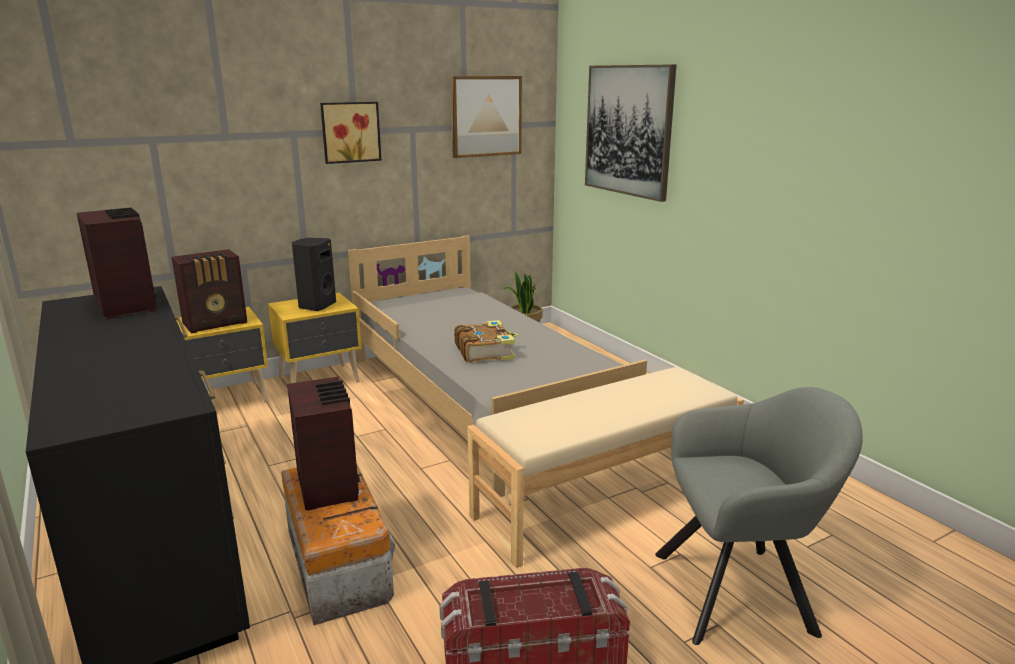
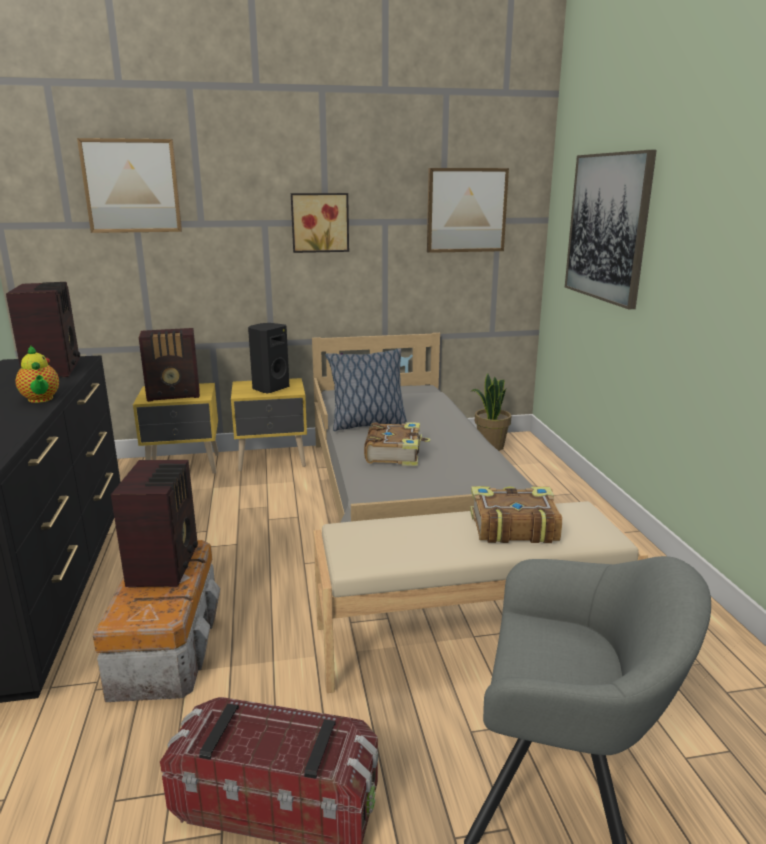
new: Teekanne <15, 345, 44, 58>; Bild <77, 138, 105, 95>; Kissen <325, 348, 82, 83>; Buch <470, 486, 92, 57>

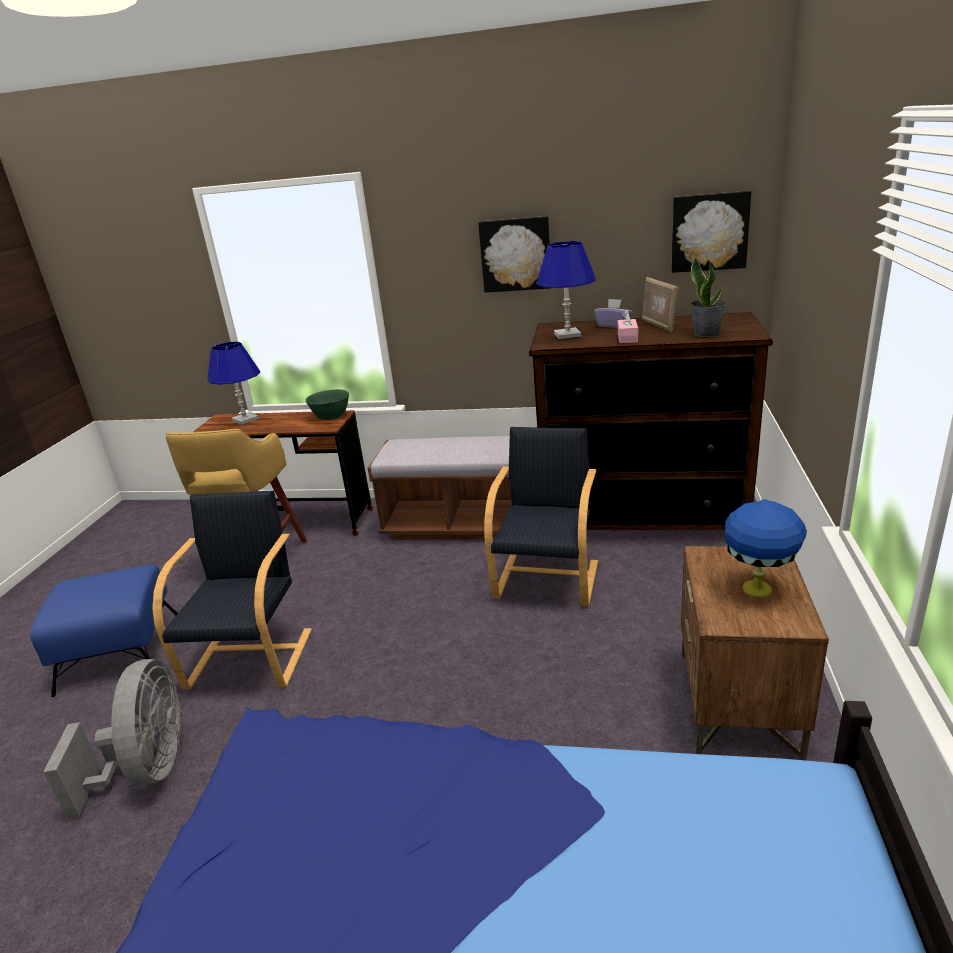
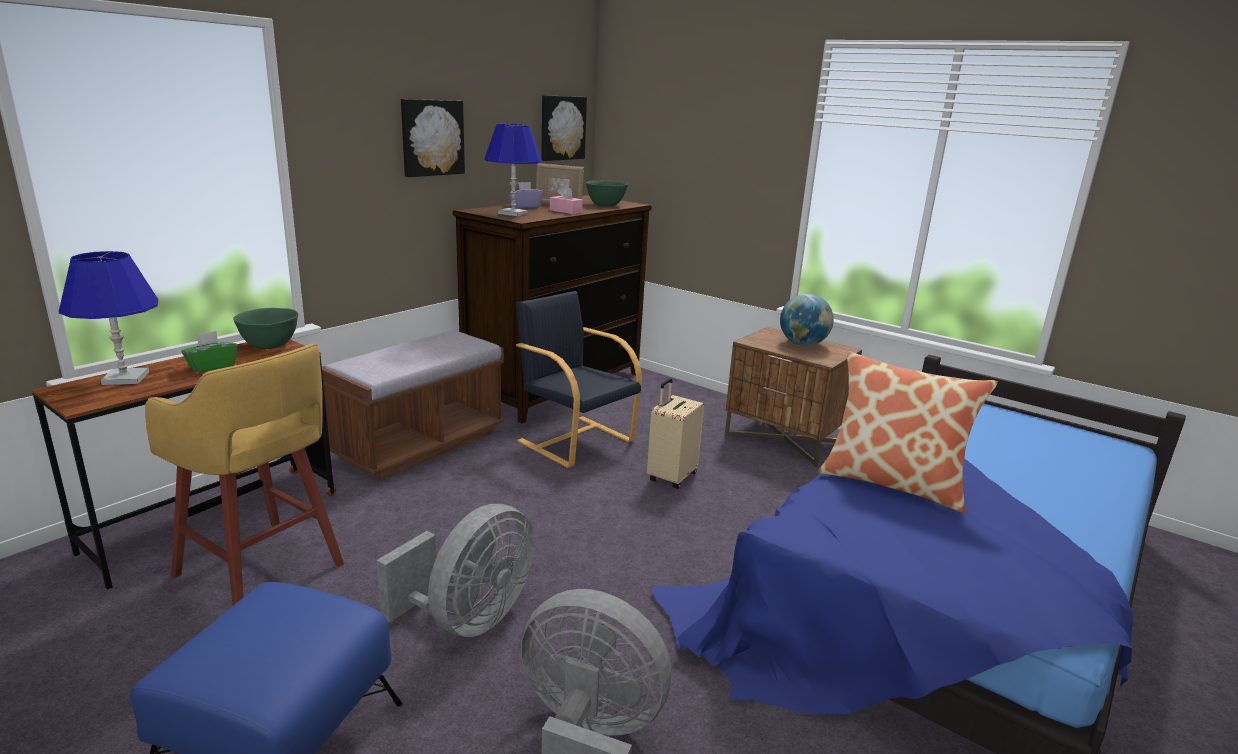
new: Taschentuchbox [grün] <181, 331, 56, 42>; Koffer [beige] <647, 378, 57, 111>; Kissen <818, 351, 180, 162>
swapped: Sessel [schwarz] <152, 490, 160, 199> to Ventilator [grau] <377, 504, 157, 133>; Topfpflanze <691, 258, 35, 79> to Schüssel [grün] <586, 181, 42, 25>; Tischlampe [blau] <725, 499, 82, 98> to Globus <780, 294, 54, 52>

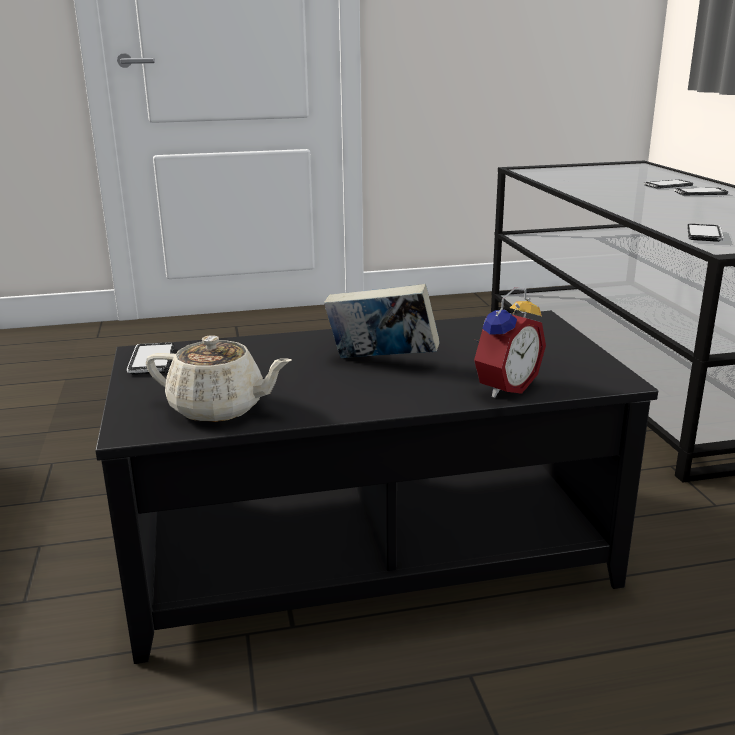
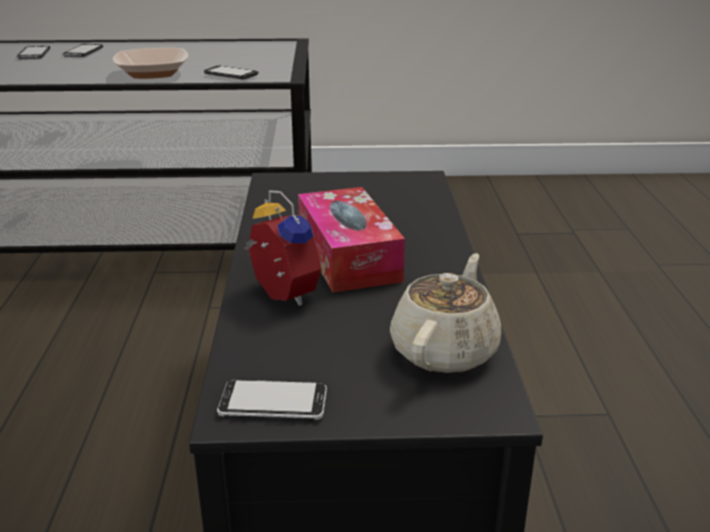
new: Schüssel <113, 48, 75, 31>
shifted: Wecker <474, 287, 72, 111> to <244, 190, 78, 116>
swapped: Buch <324, 284, 116, 74> to Taschentuchbox <298, 187, 107, 106>

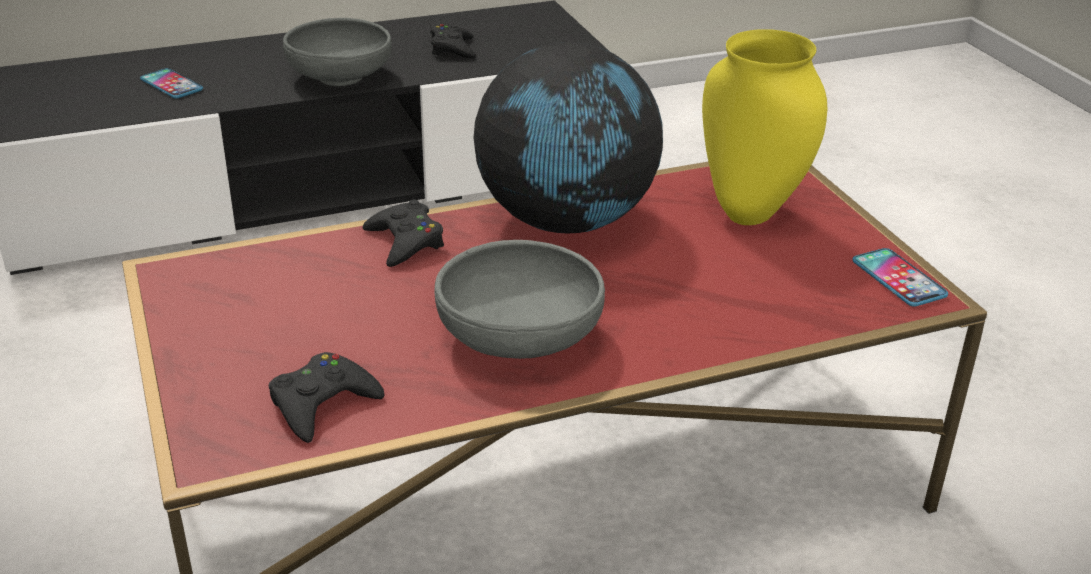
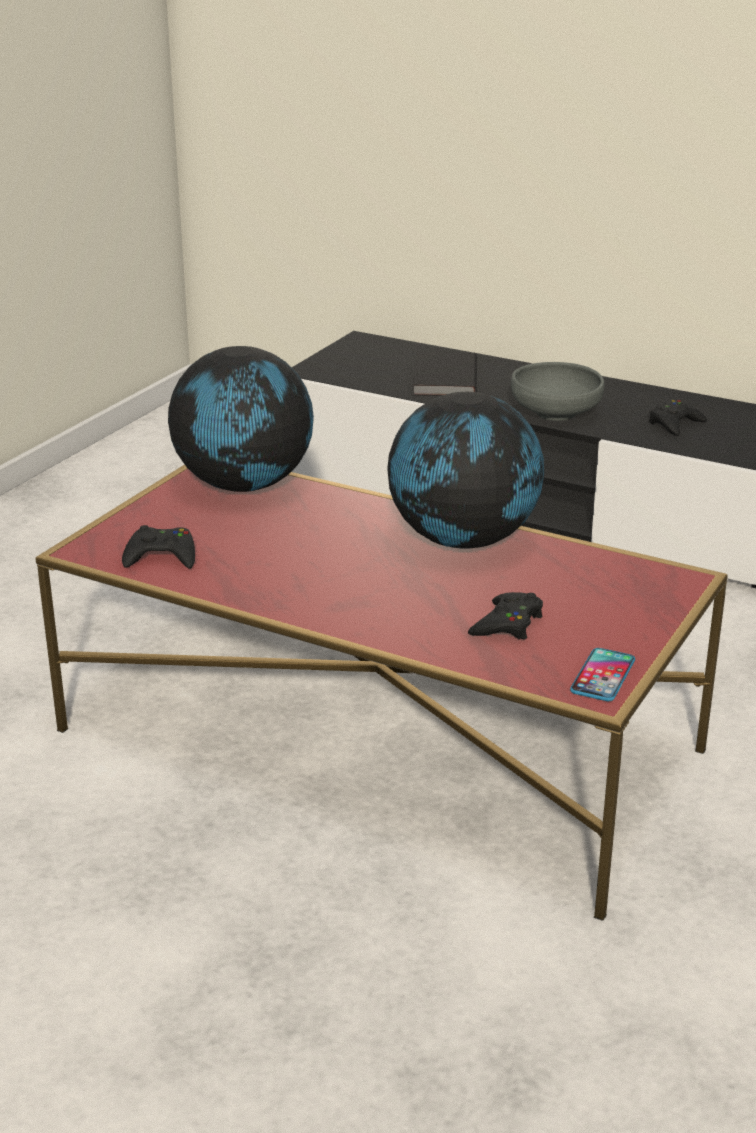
gone: Schüssel [grau] <435, 240, 170, 119>; Vase [gelb] <702, 29, 125, 196>
new: Globus <168, 346, 146, 146>
shifted: Gamepad [schwarz] <363, 200, 81, 67> to <468, 592, 75, 48>
swapped: Handy <140, 68, 63, 30> to Buch [schwarz] <413, 351, 64, 45>

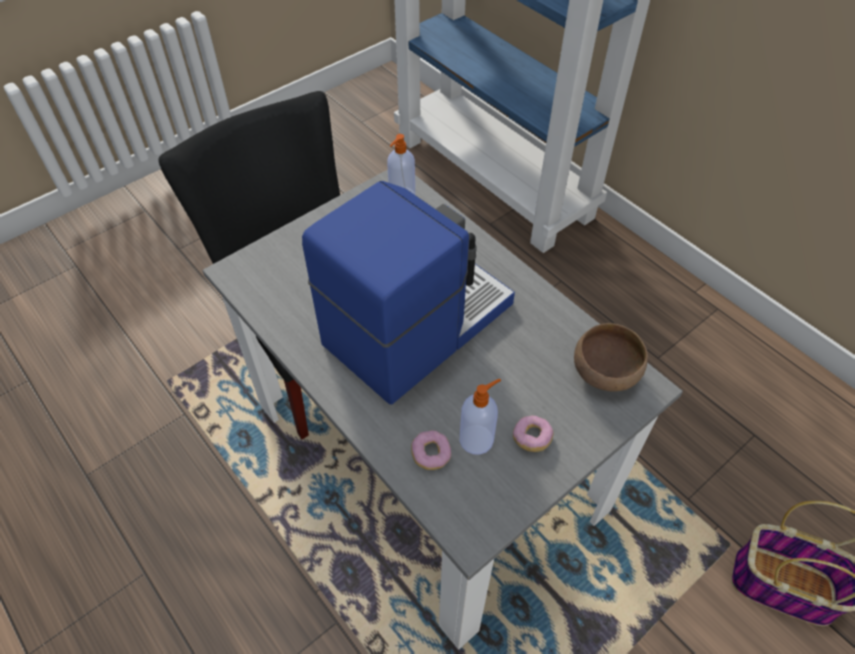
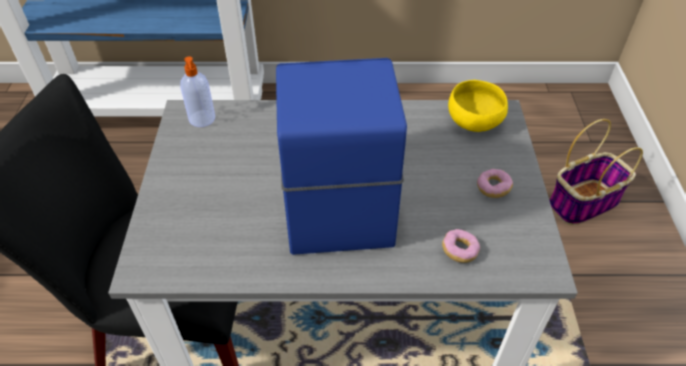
gone: Seifenspender <460, 379, 41, 75>
repainted: Schüssel [braun] <574, 323, 74, 69> to Schüssel [gelb] <448, 80, 60, 52>

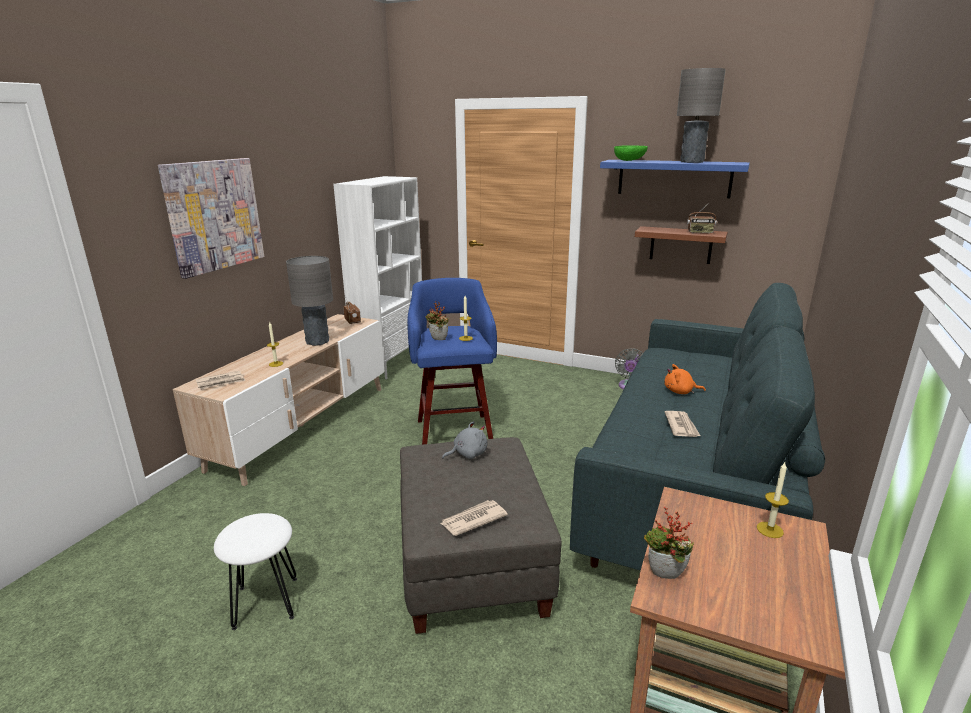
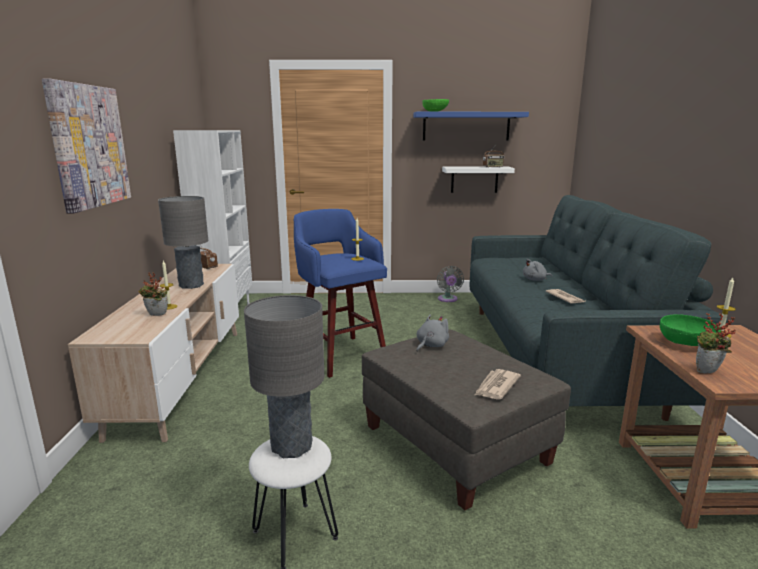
gone: Zeitung <196, 371, 49, 18>
new: Schüssel [grün] <660, 314, 61, 32>
shifted: Topfpflanze <425, 301, 23, 39> to <138, 272, 30, 44>; Tischlampe [grau] <677, 68, 49, 95> to <244, 295, 80, 163>
repainted: Wandregal [braun] <635, 226, 93, 38> to Wandregal [weiß] <442, 166, 73, 27>; Plüschtier [orange] <664, 364, 42, 30> to Plüschtier [grau] <523, 259, 29, 22>

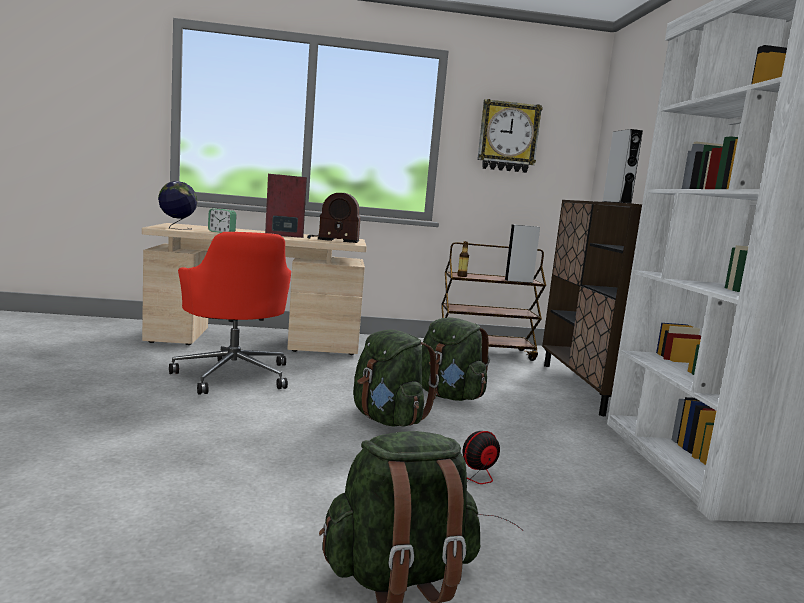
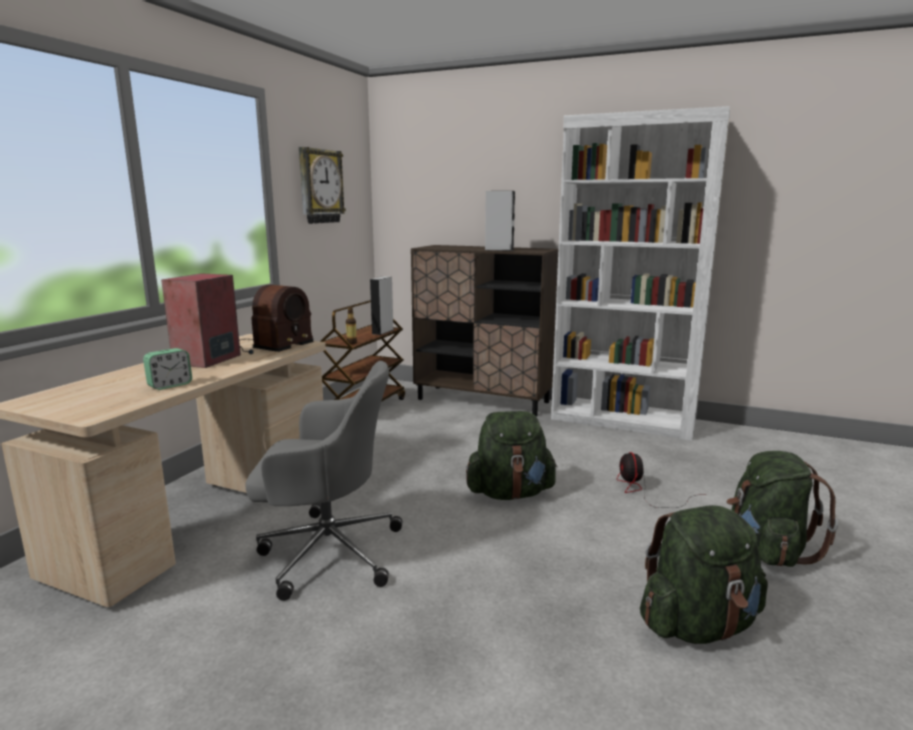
gone: Globus <158, 181, 40, 49>
shifted: Rucksack [grün] <421, 317, 69, 84> to <640, 505, 128, 139>
repainted: Bürostuhl [rot] <169, 232, 122, 163> to Bürostuhl [grau] <245, 361, 157, 240>

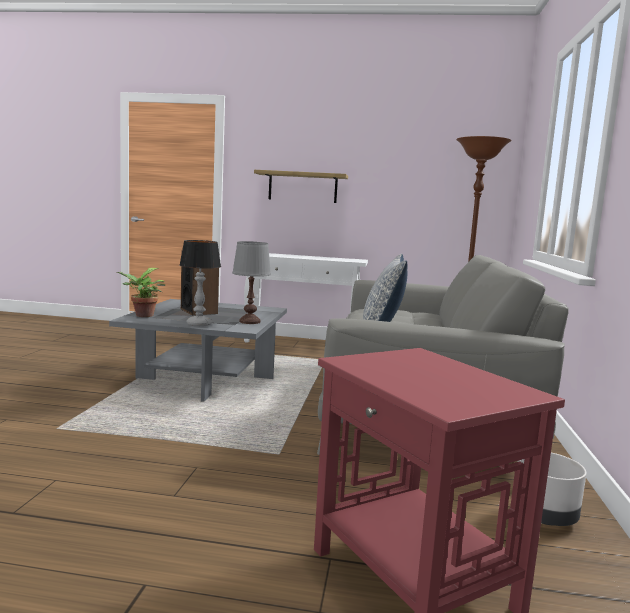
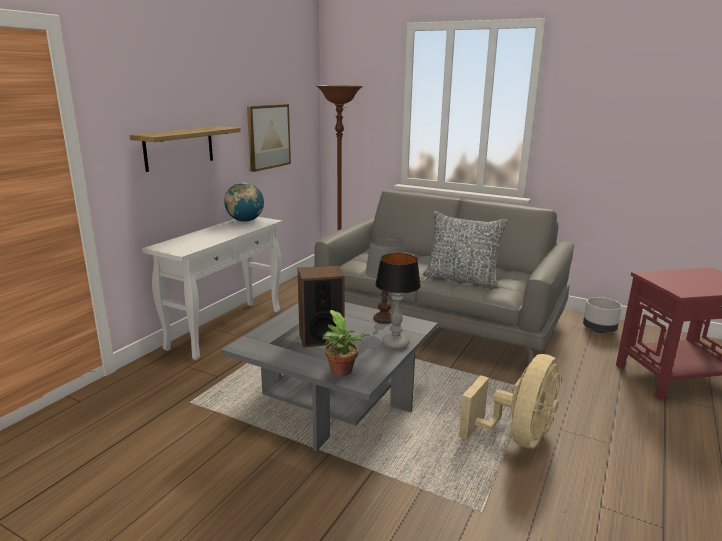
new: Globus <224, 183, 40, 39>; Bild <247, 104, 44, 68>; Ventilator [beige] <459, 354, 102, 95>

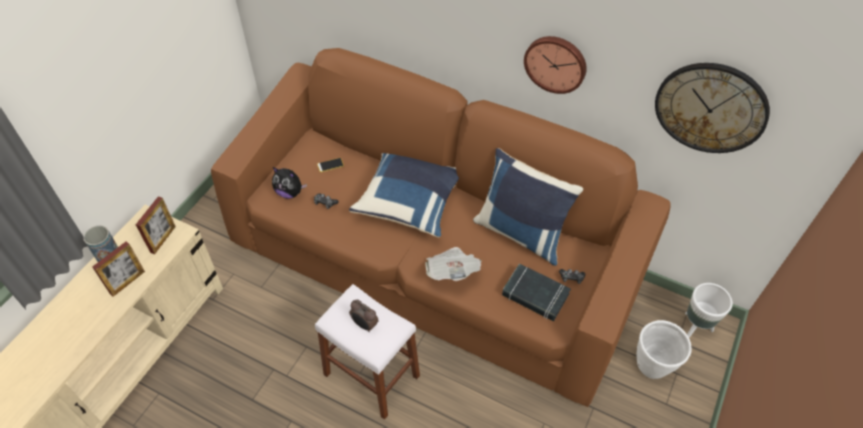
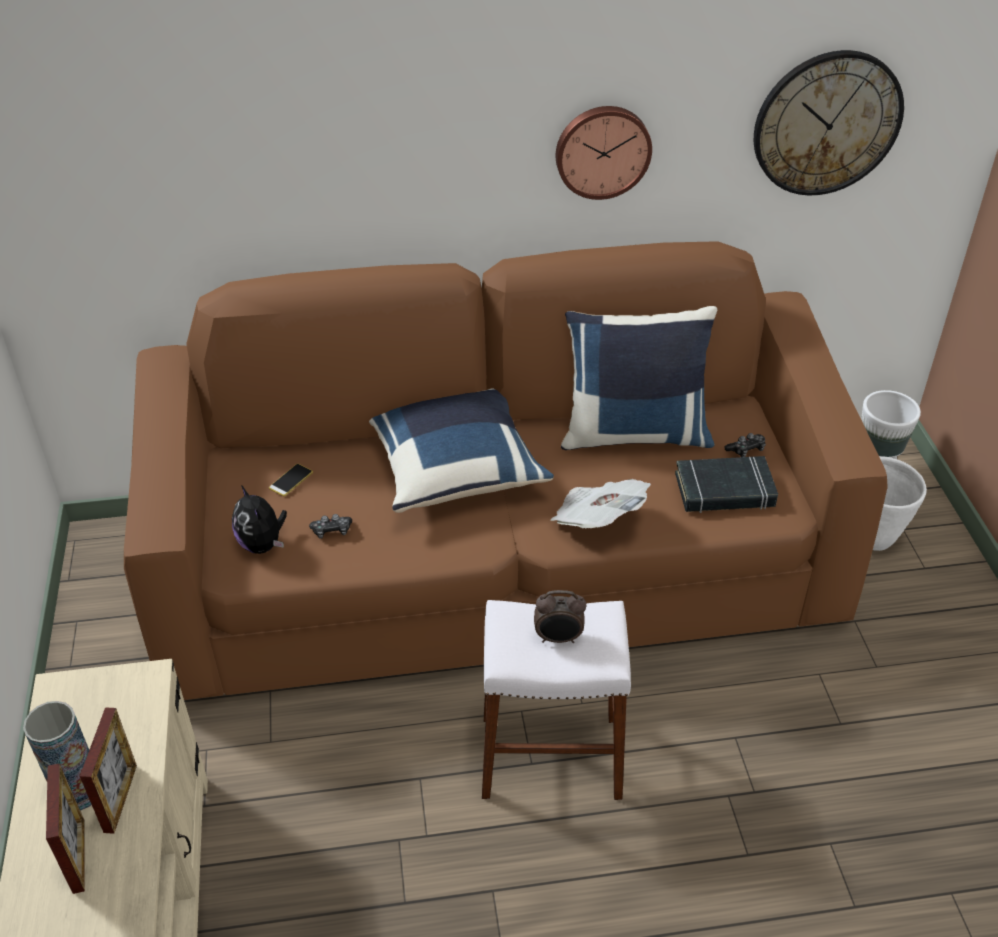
shifted: Bilderrahmen <136, 196, 40, 58> to <46, 763, 39, 131>
rotated: Plüschtier <272, 167, 35, 32> = <232, 485, 55, 69> 75 degrees clockwise

